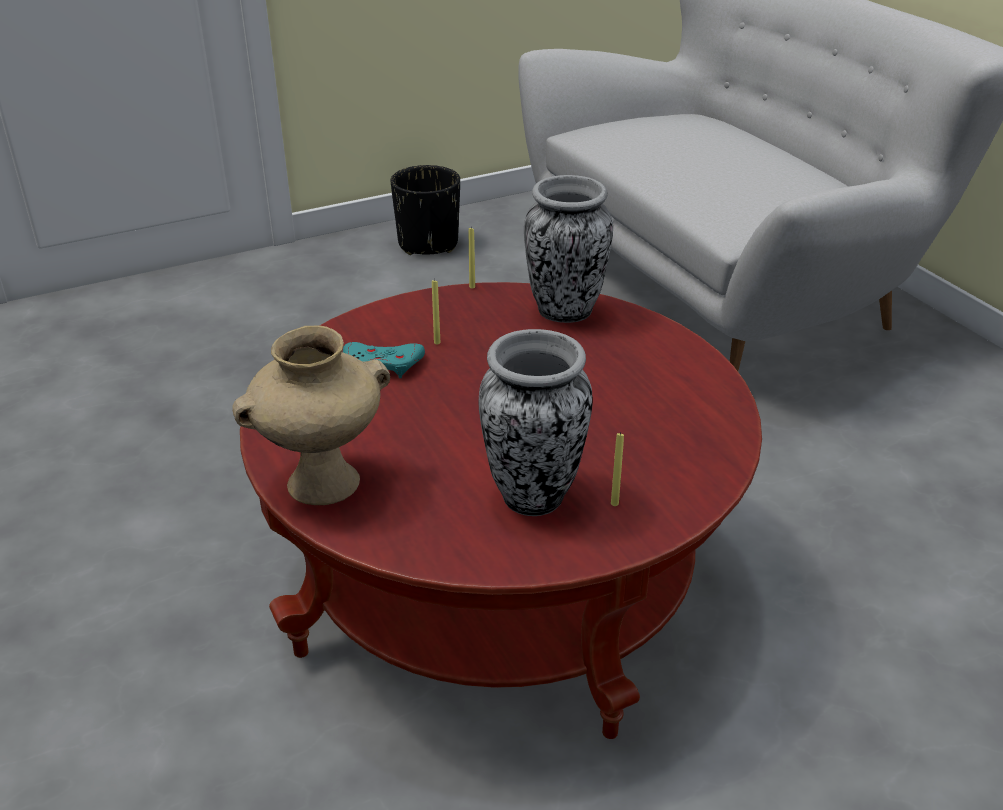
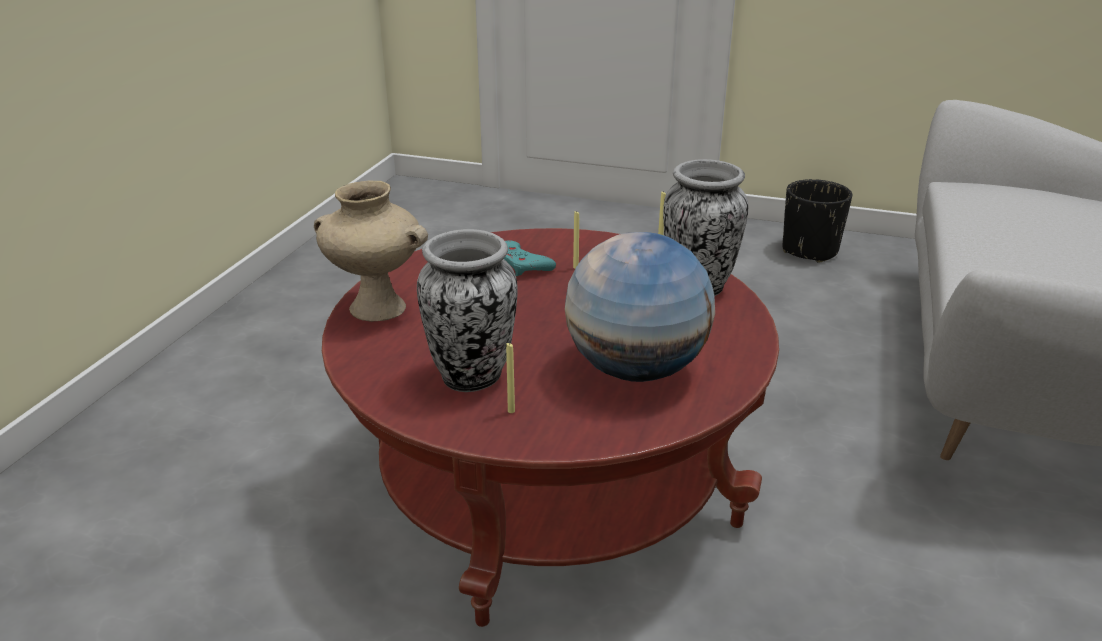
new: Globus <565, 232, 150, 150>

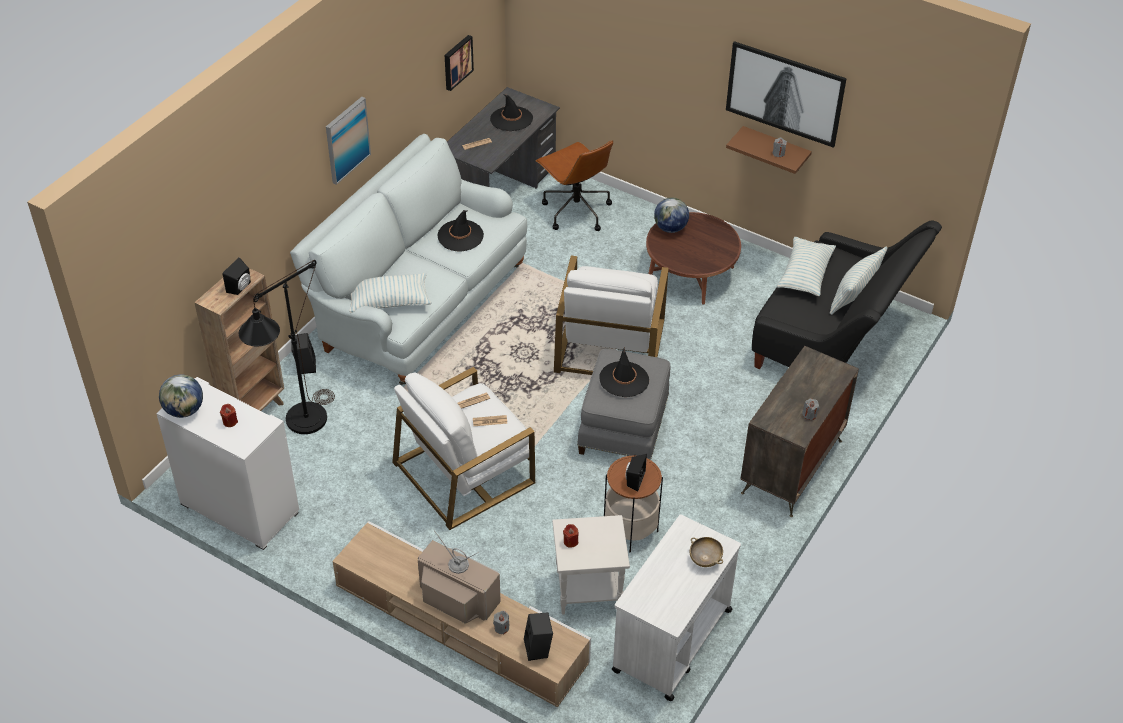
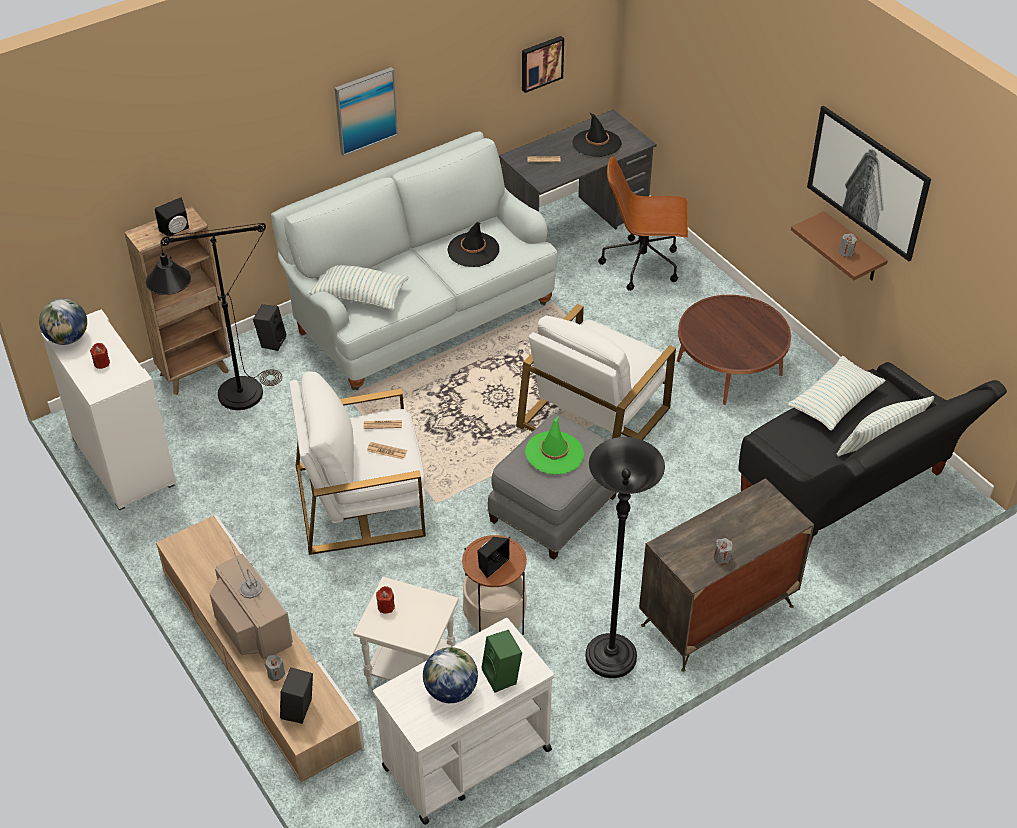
new: Stehlampe [schwarz] <585, 437, 80, 241>
shifted: Globus <654, 197, 35, 36> to <423, 647, 55, 56>
swapped: Schüssel [beige] <690, 537, 33, 30> to Lautsprecher [grün] <481, 630, 41, 63>
repainted: Hut [schwarz] <599, 347, 50, 50> to Hut [grün] <525, 415, 59, 59>
rotated: Bürostuhl [braun] <536, 140, 77, 91> = <598, 155, 90, 136> 105 degrees clockwise

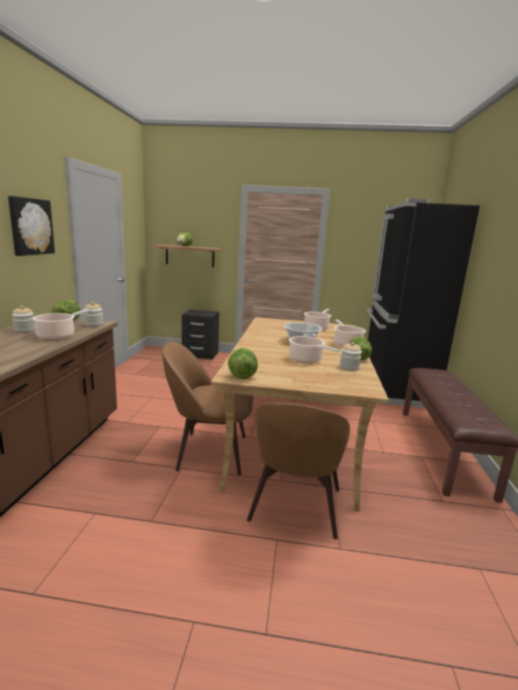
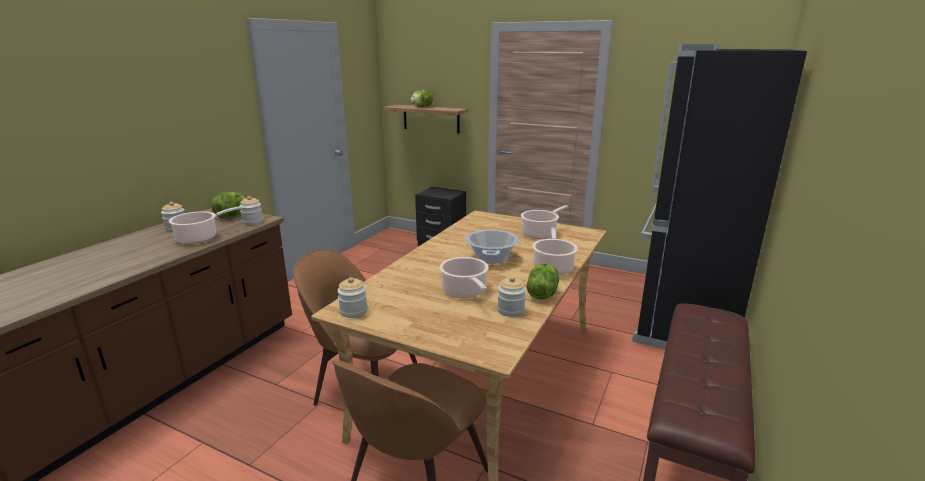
gone: Bild <8, 196, 47, 60>
swapped: Salatkopf <228, 348, 30, 31> to Vorratsglas <337, 277, 31, 41>

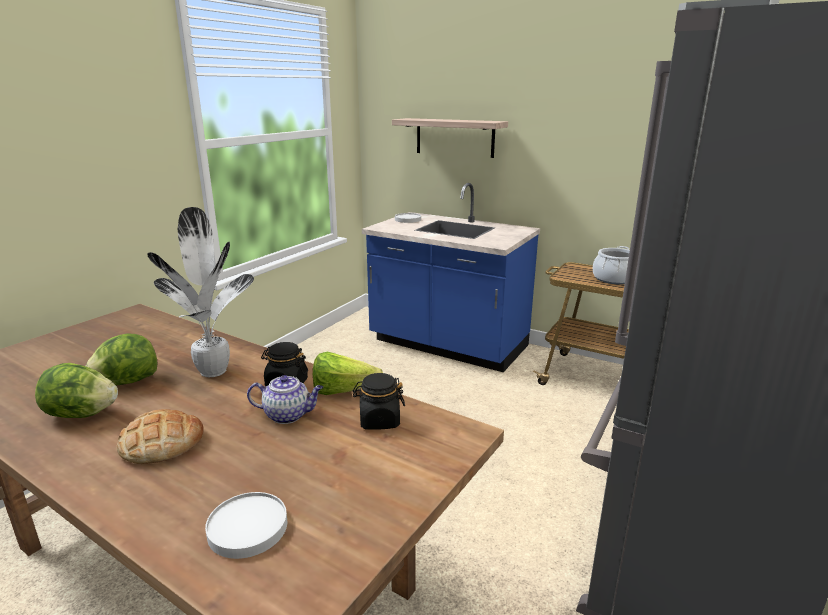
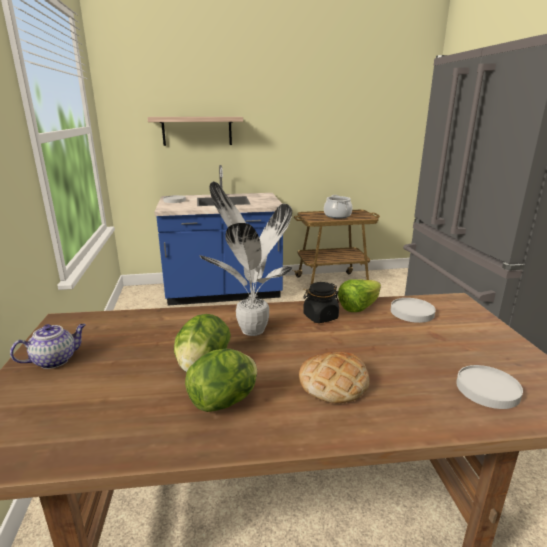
shifted: Teekanne <247, 375, 76, 49> to <10, 324, 76, 45>
swapped: Vorratsglas [schwarz] <353, 373, 52, 57> to Teller [weiß] <391, 298, 45, 25>

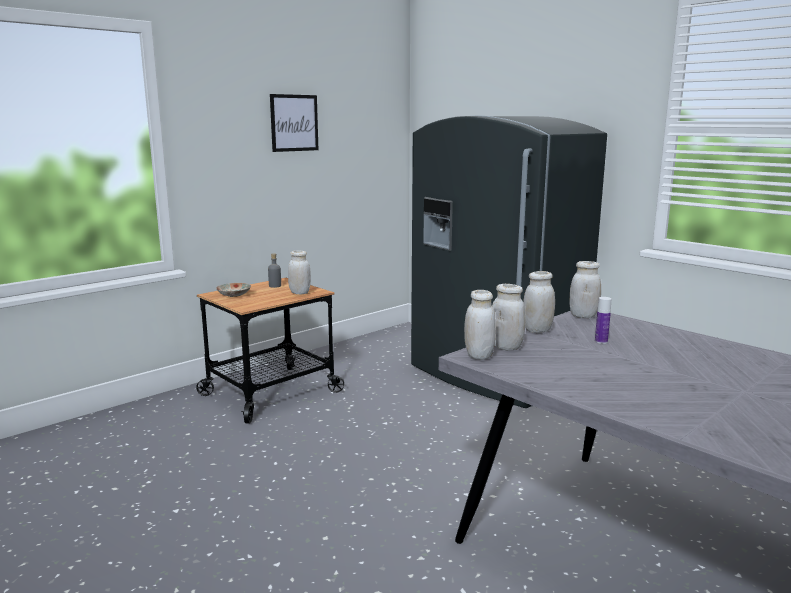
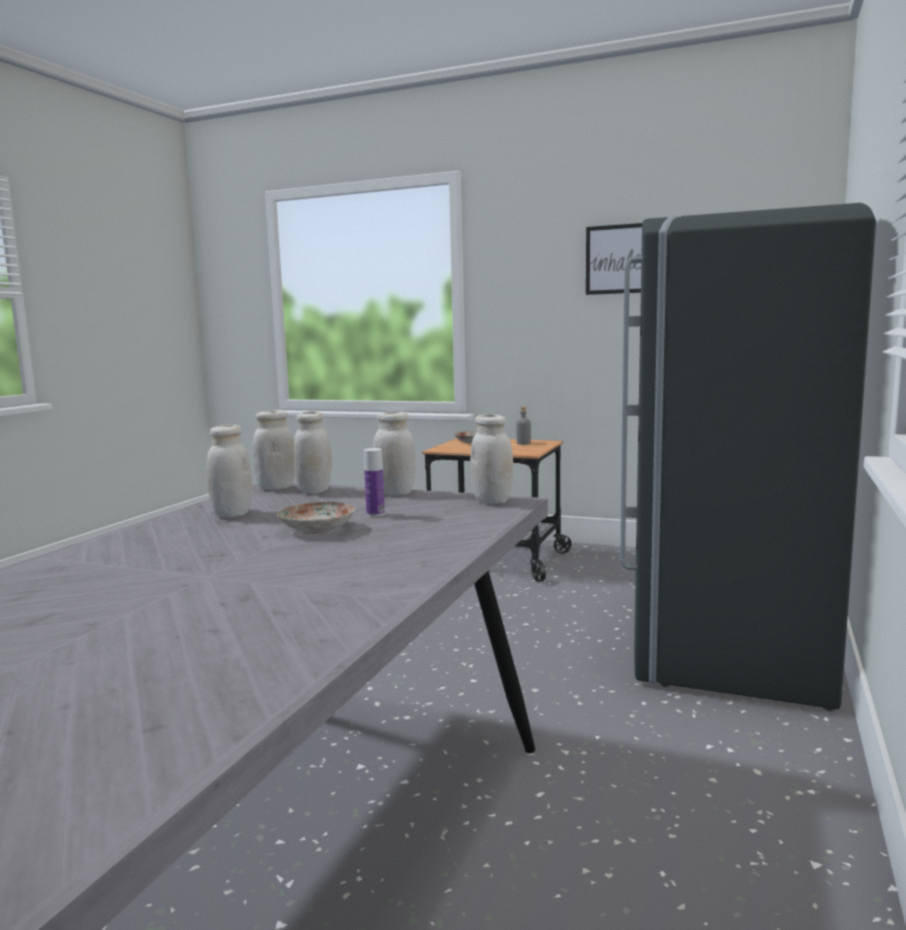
new: Teller <277, 502, 78, 32>
shifted: Vorratsglas [weiß] <288, 250, 23, 44> to <206, 425, 46, 93>

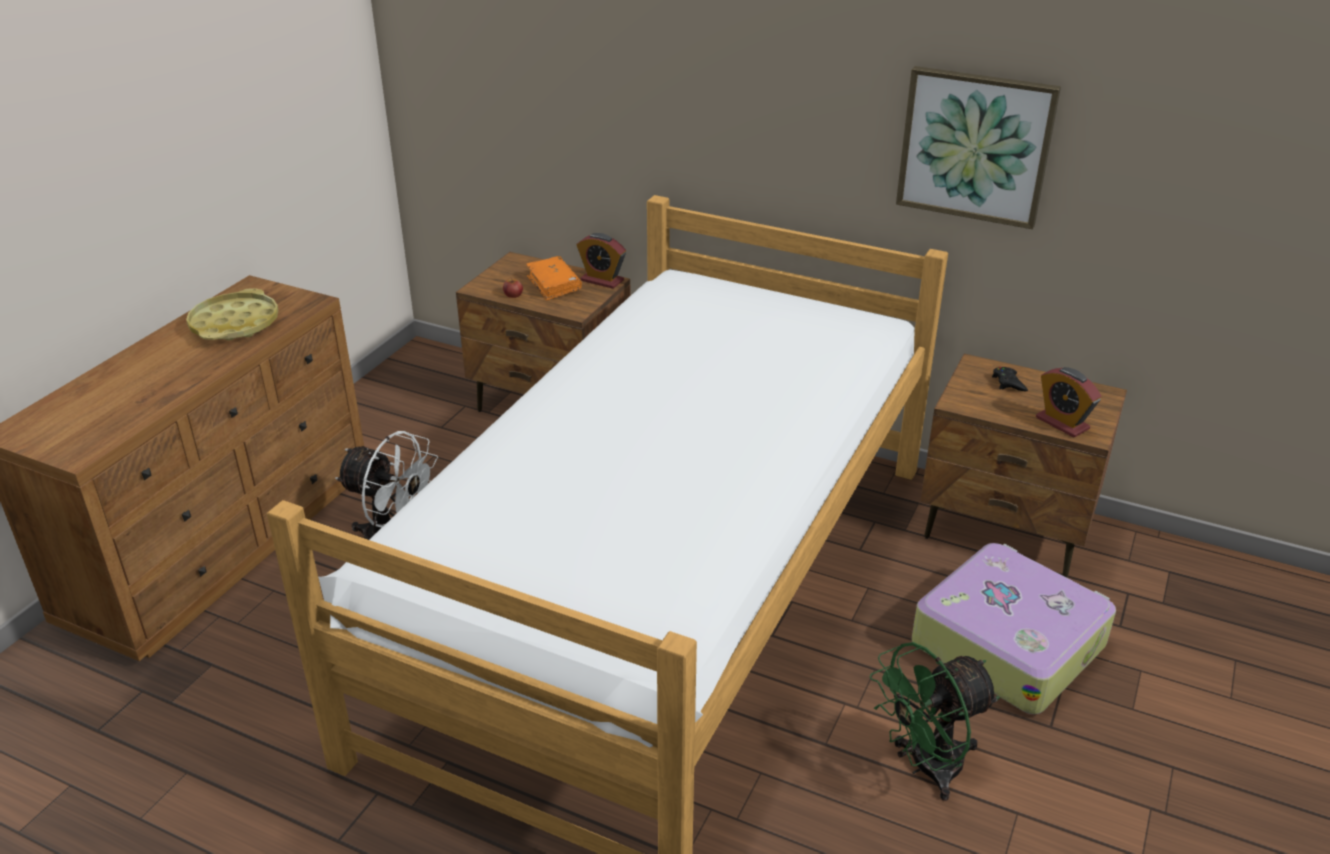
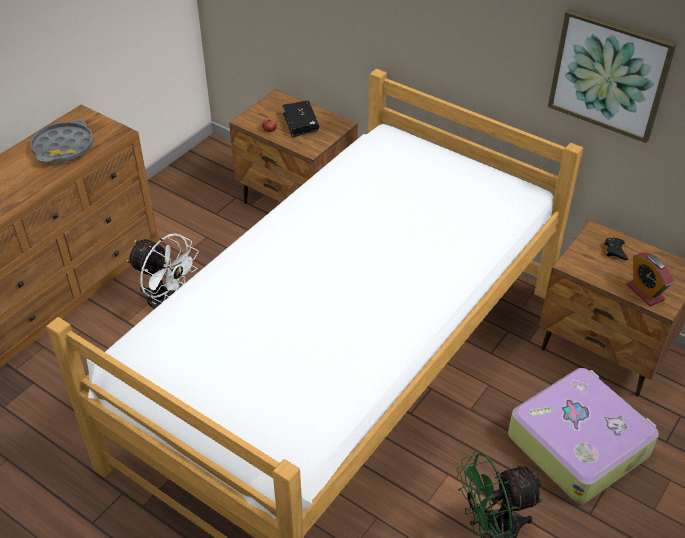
gone: Wecker <577, 233, 49, 56>
repainted: Tablett [gelb] <186, 288, 92, 52> to Tablett [grau] <30, 120, 64, 43>; Buch [orange] <526, 256, 56, 45> to Buch [schwarz] <282, 101, 37, 37>

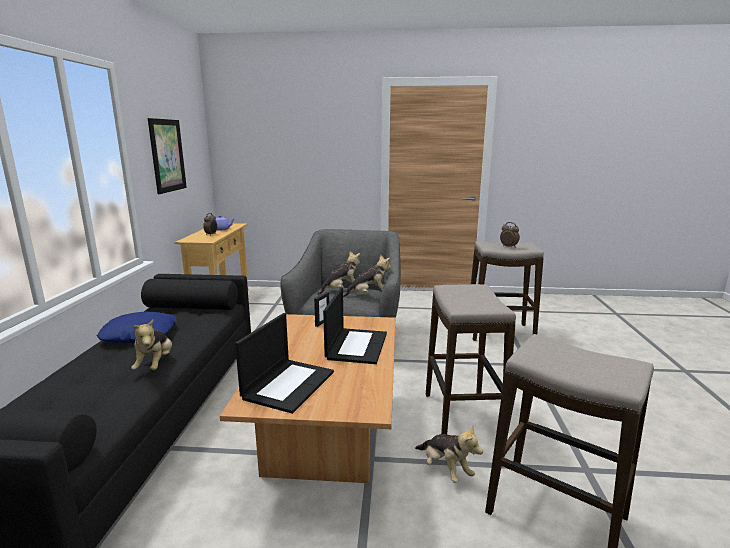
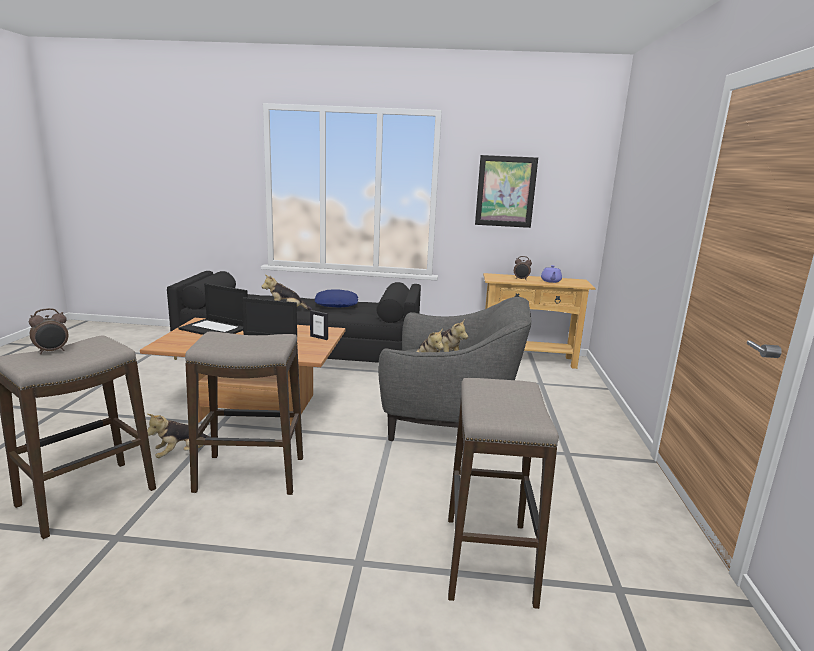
shifted: Wecker <500, 222, 20, 26> to <29, 308, 39, 46>

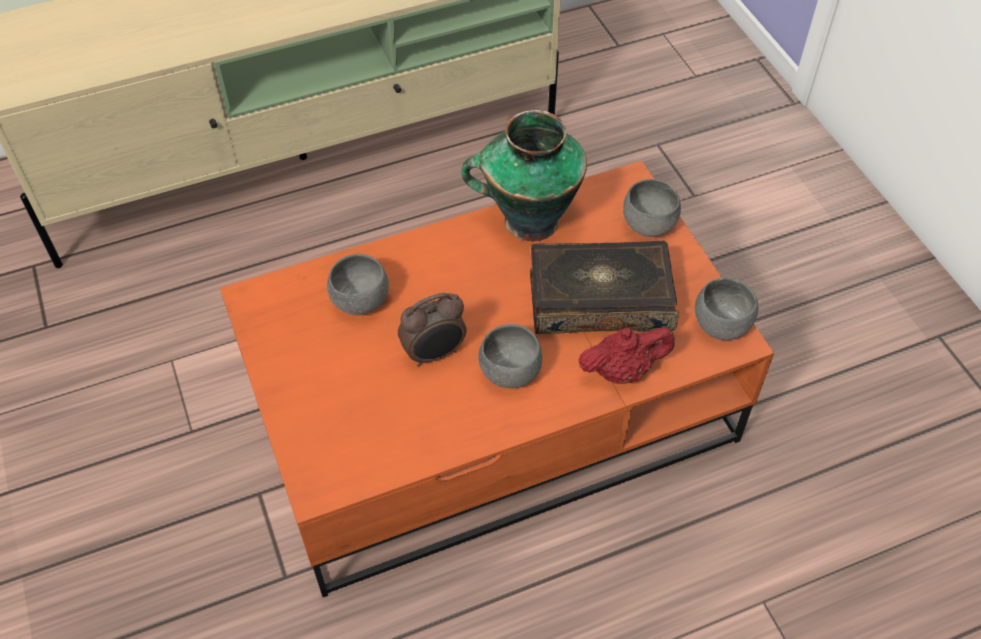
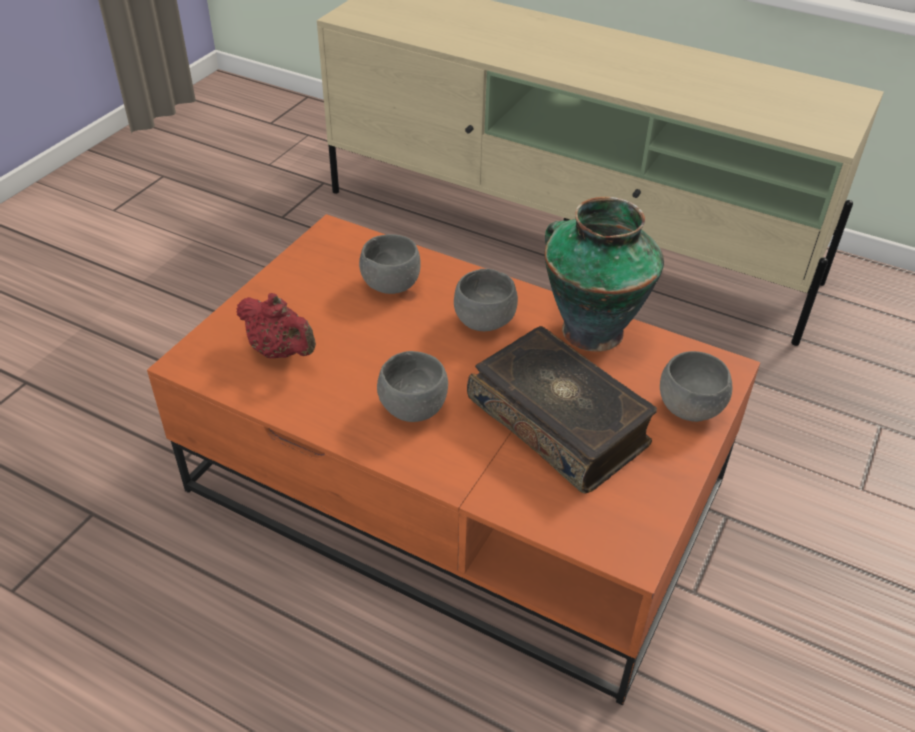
gone: Wecker <398, 293, 68, 74>
shifted: Teekanne [rot] <578, 328, 97, 56> to <236, 293, 80, 65>; Schüssel [grau] <695, 277, 64, 63> to <454, 269, 64, 62>

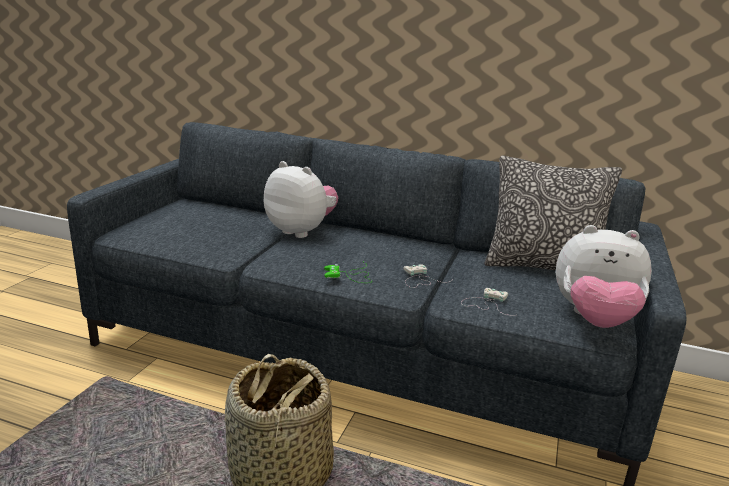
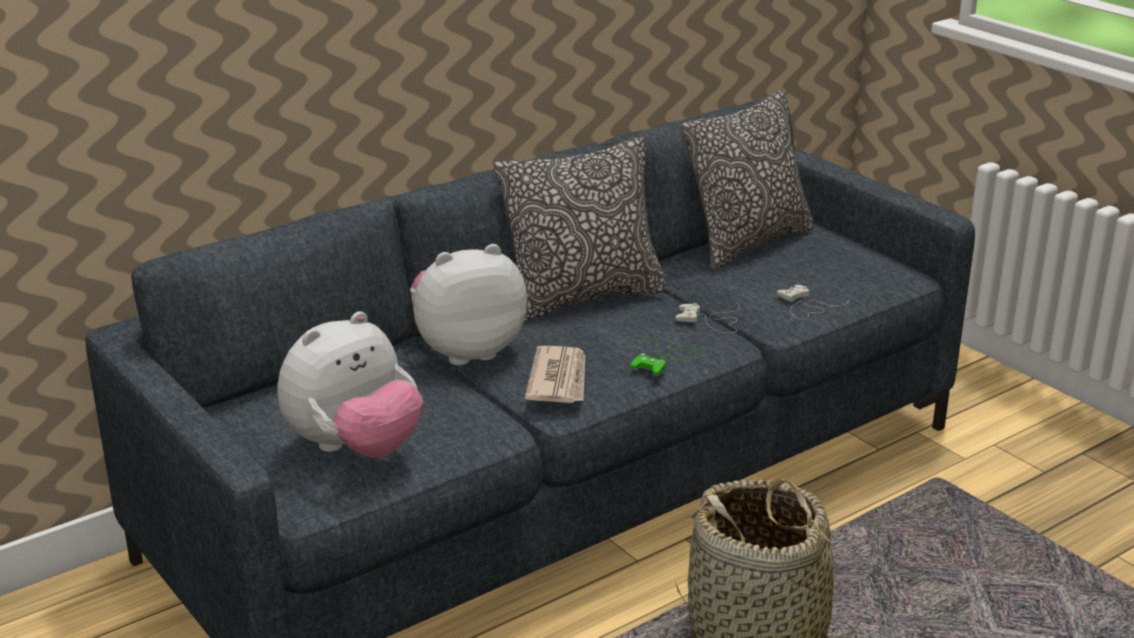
new: Kissen <494, 137, 172, 185>; Zeitung <525, 346, 60, 57>
shifted: Plüschtier <556, 225, 96, 103> to <278, 311, 145, 147>

